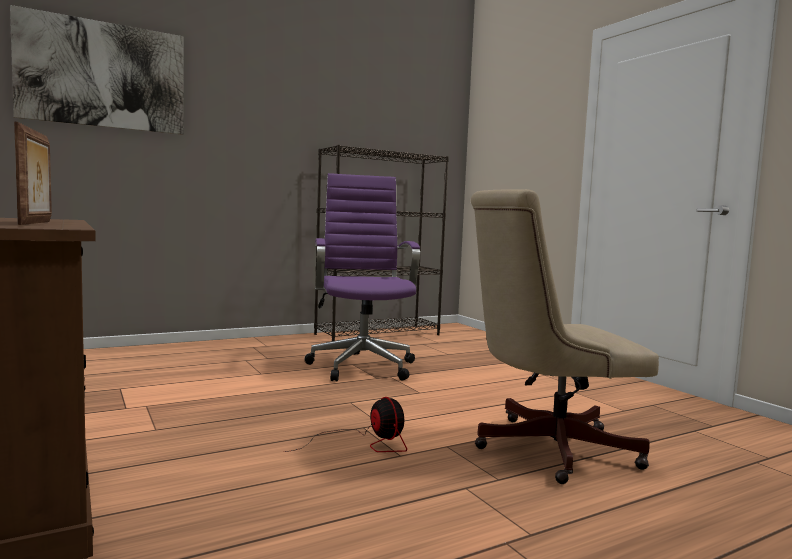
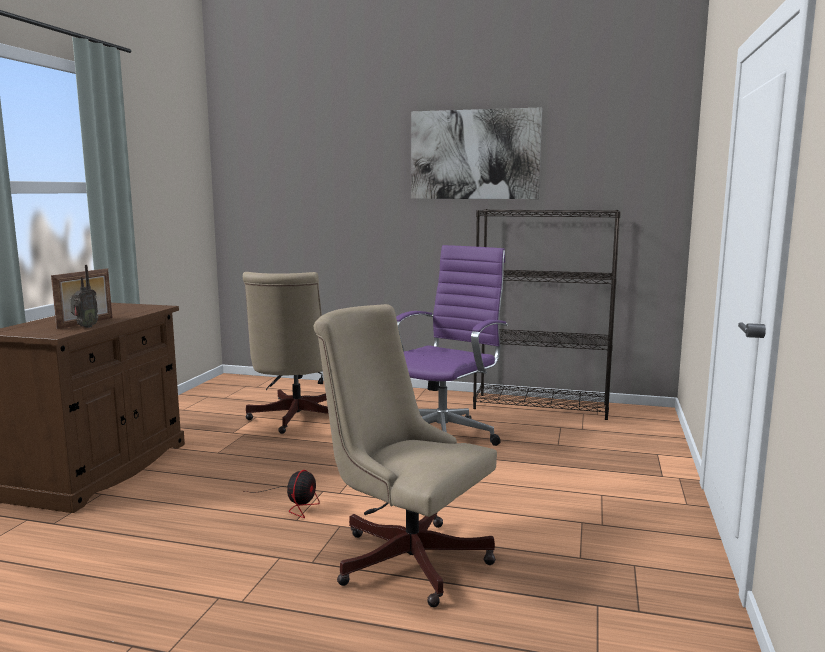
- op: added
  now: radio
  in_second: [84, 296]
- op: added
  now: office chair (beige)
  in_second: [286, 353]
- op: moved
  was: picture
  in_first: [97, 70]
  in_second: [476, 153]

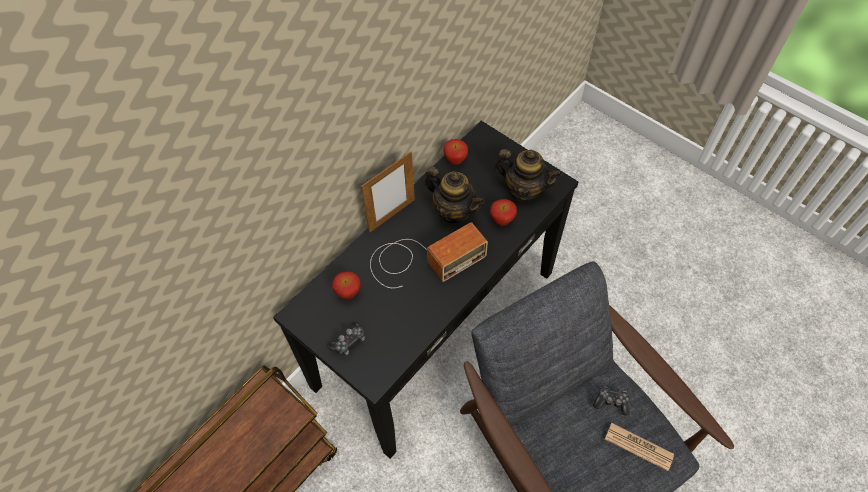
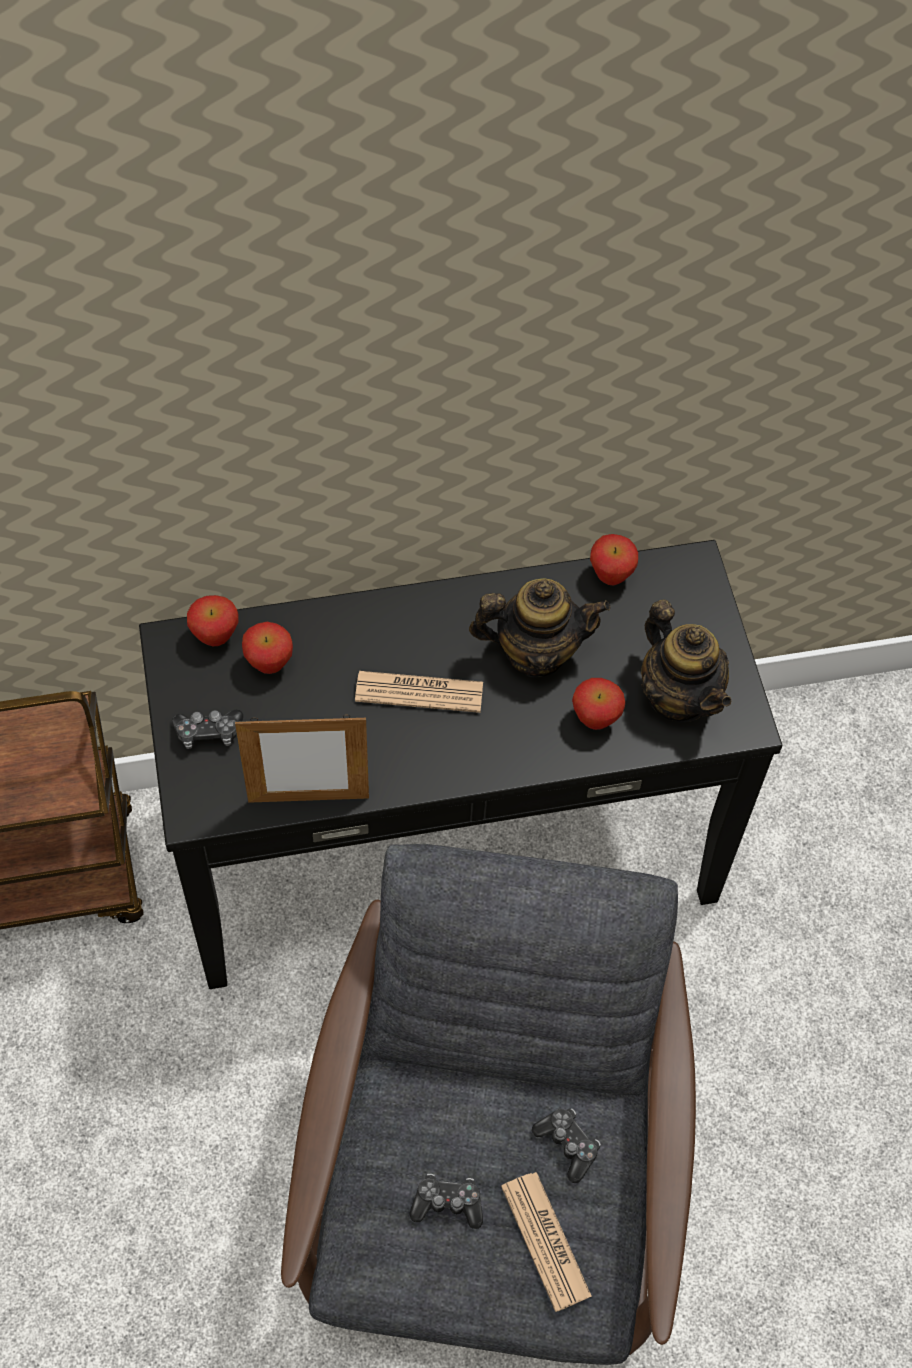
- op: added
  now: apple
  in_second: [213, 620]
- op: moved
  was: picture frame
  in_first: [388, 192]
  in_second: [302, 759]
- op: replaced
  was: radio
  now: newspaper
  in_first: [429, 255]
  in_second: [419, 692]
- op: added
  now: game controller
  in_second: [446, 1201]
- op: turned
  was: teapot
  in_first: [455, 194]
  in_second: [539, 628]
  clockwise: -75

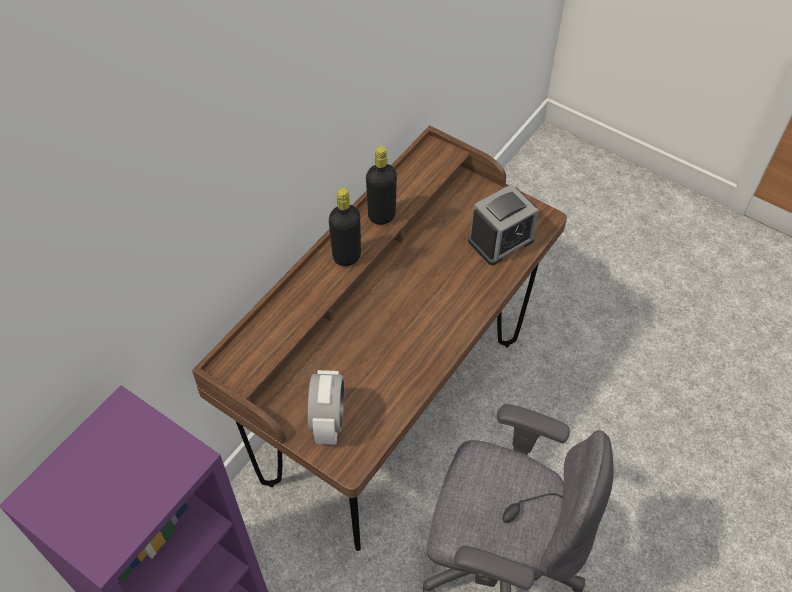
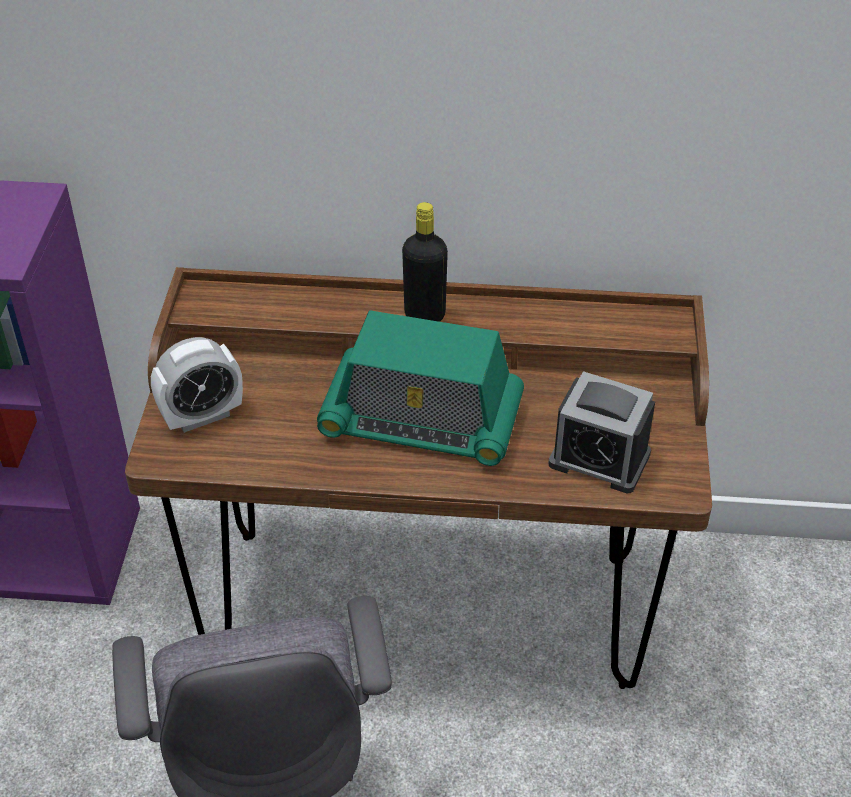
- op: added
  now: radio
  in_second: [420, 388]
- op: removed
  was: bottle (black)
  in_first: [381, 185]

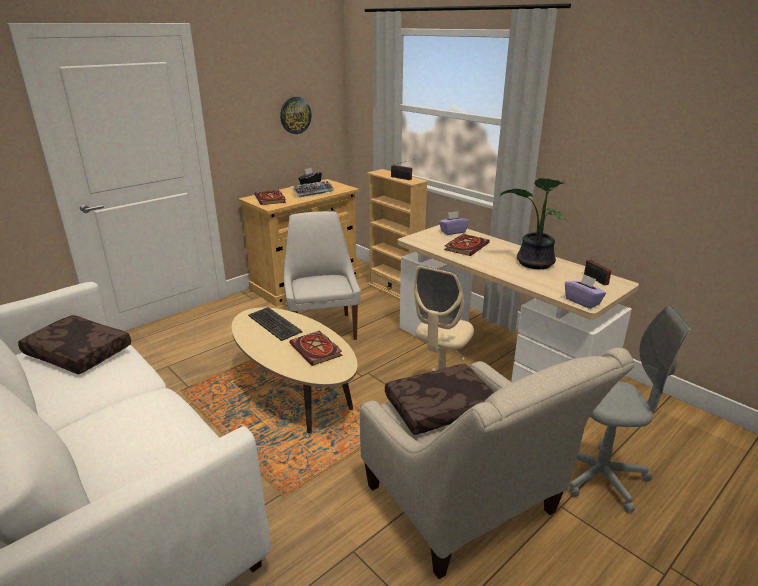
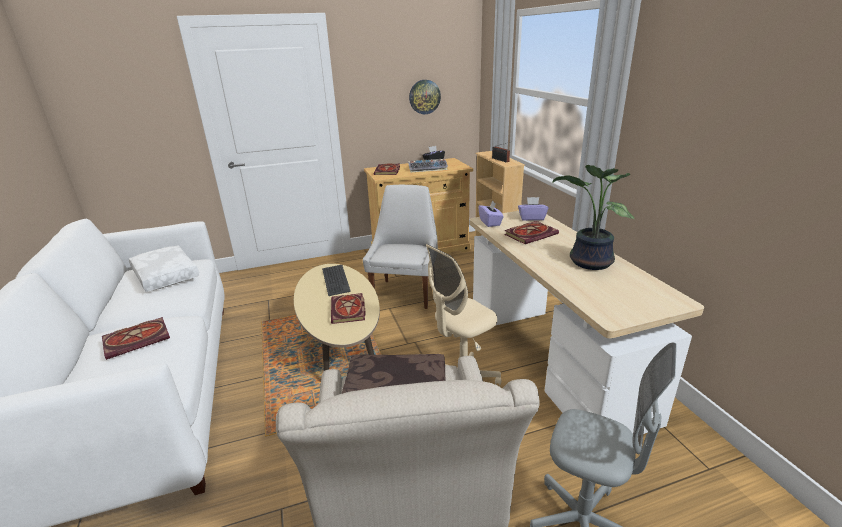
- op: added
  now: book
  in_second: [136, 338]
- op: recoloured
  was: pillow (brown)
  now: pillow (white)
  in_first: [74, 344]
  in_second: [164, 268]
- op: moved
  was: tissue box (purple)
  in_first: [585, 291]
  in_second: [491, 213]
- op: removed
  was: radio
  in_first: [600, 272]

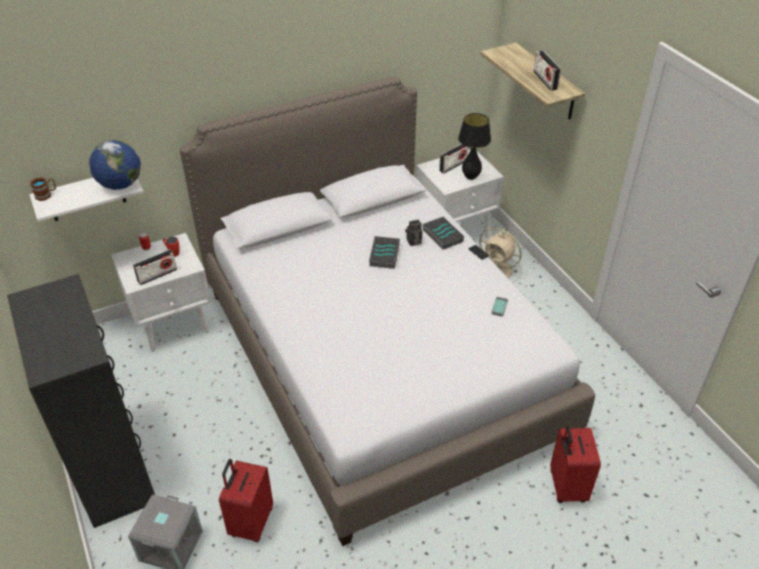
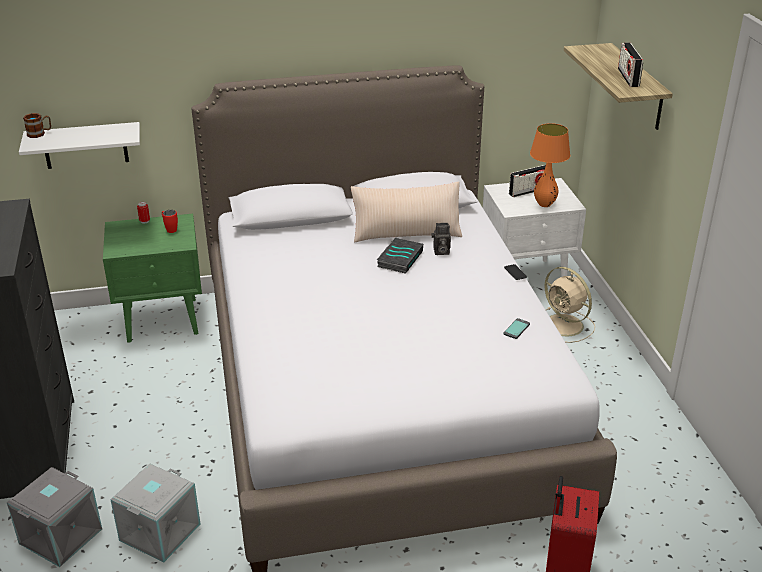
- op: recoloured
  was: nightstand (white)
  now: nightstand (green)
  in_first: [161, 292]
  in_second: [152, 278]
- op: replaced
  was: suitcase (red)
  now: storage box (grey)
  in_first: [246, 500]
  in_second: [155, 513]
- op: added
  now: pillow (beige)
  in_second: [406, 212]
- op: recoloured
  was: table lamp (black)
  now: table lamp (orange)
  in_first: [474, 146]
  in_second: [550, 165]
- op: removed
  was: globe
  in_first: [115, 165]
- op: removed
  was: radio
  in_first: [155, 267]
- op: removed
  was: book
  in_first: [443, 233]

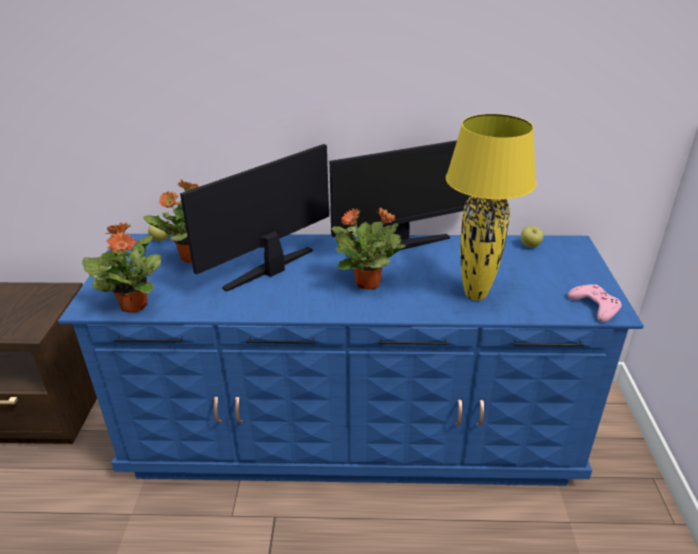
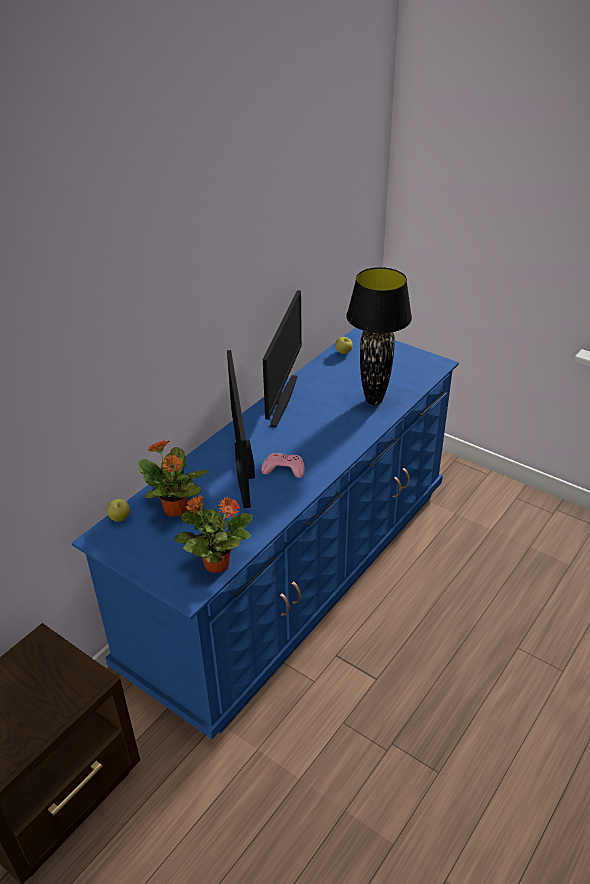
- op: moved
  was: game controller (pink)
  in_first: [595, 303]
  in_second: [283, 465]
- op: recoloured
  was: table lamp (yellow)
  now: table lamp (black)
  in_first: [491, 207]
  in_second: [379, 336]
- op: removed
  was: potted plant
  in_first: [368, 248]

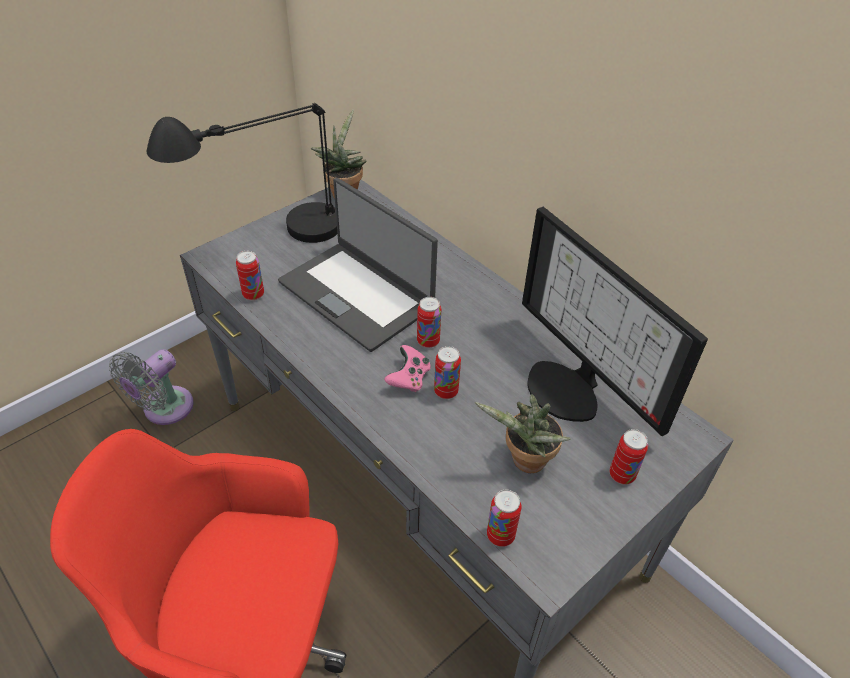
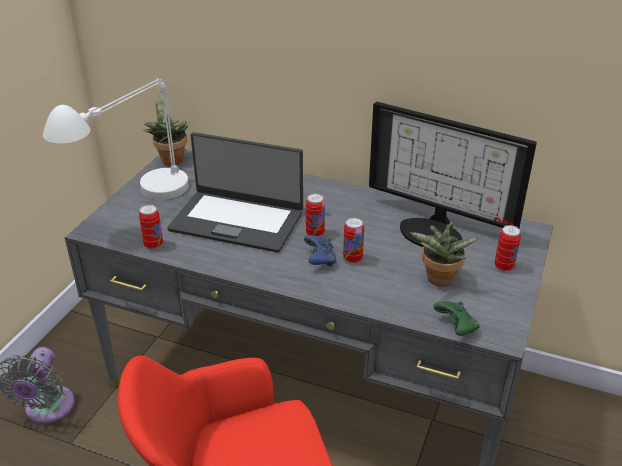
- op: recoloured
  was: table lamp (black)
  now: table lamp (white)
  in_first: [242, 173]
  in_second: [116, 139]
- op: recoloured
  was: game controller (pink)
  now: game controller (blue)
  in_first: [407, 369]
  in_second: [320, 250]
- op: replaced
  was: can
  now: game controller (green)
  in_first: [504, 518]
  in_second: [456, 318]

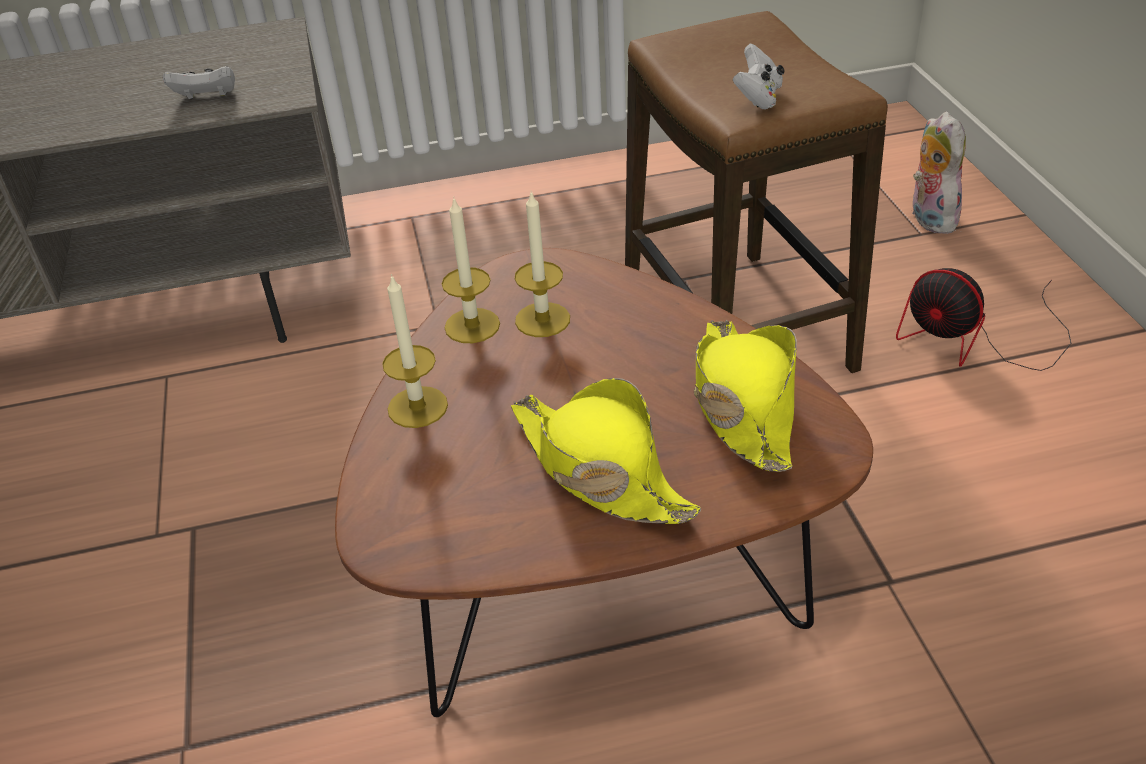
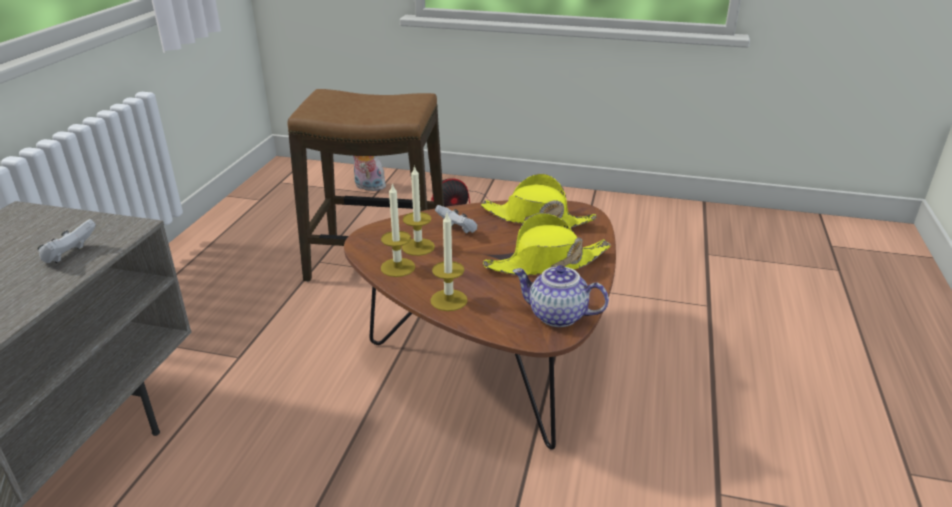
- op: moved
  was: game controller (white)
  in_first: [758, 76]
  in_second: [456, 219]
- op: added
  now: teapot
  in_second: [561, 296]

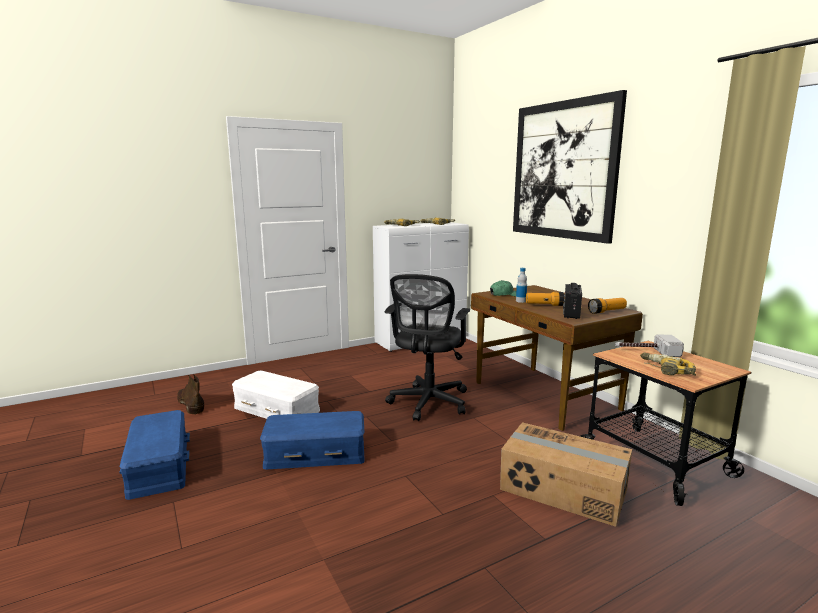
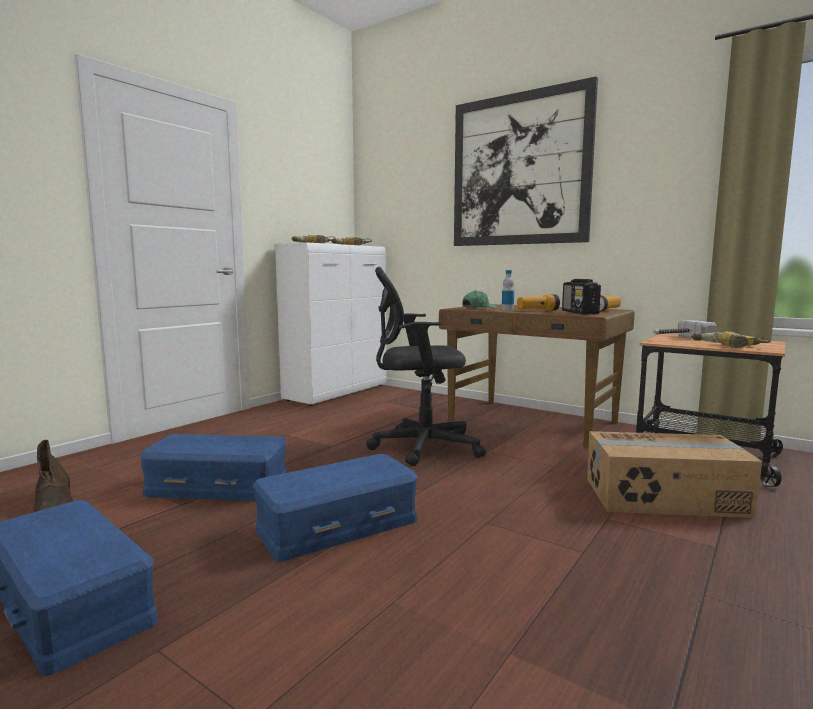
- op: turned
  was: boot (brown)
  in_first: [190, 394]
  in_second: [53, 476]
  clockwise: -150
- op: recoloured
  was: storage box (white)
  now: storage box (blue)
  in_first: [276, 395]
  in_second: [213, 467]
- op: turned
  was: office chair (black)
  in_first: [427, 347]
  in_second: [426, 366]
  clockwise: 90

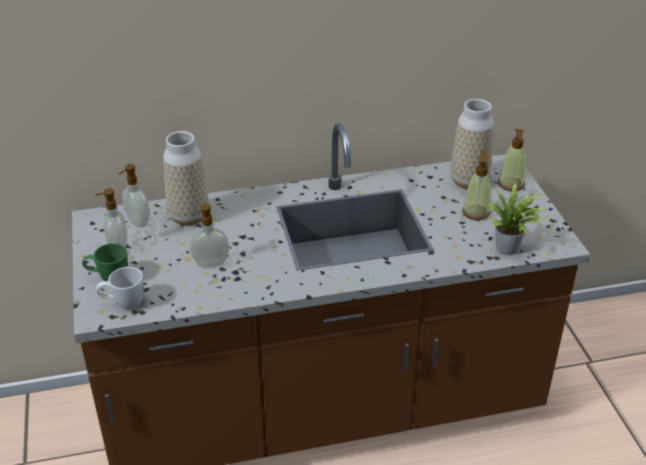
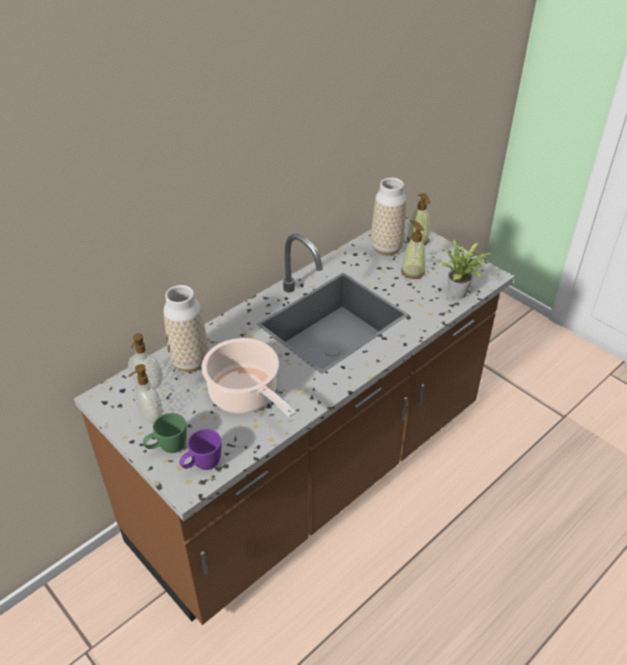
- op: recoloured
  was: mug (white)
  now: mug (purple)
  in_first: [119, 288]
  in_second: [200, 449]
- op: replaced
  was: soap dispenser
  now: cooking pot
  in_first: [210, 234]
  in_second: [248, 377]

